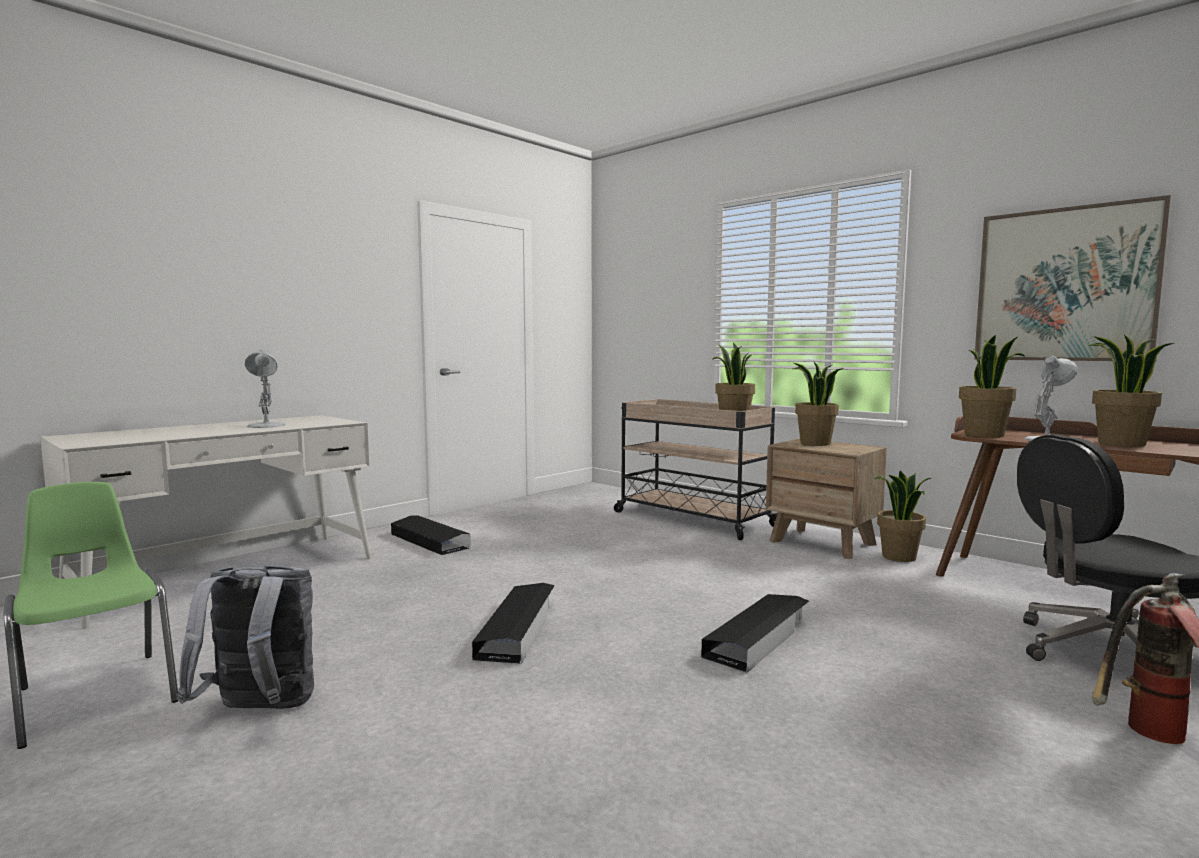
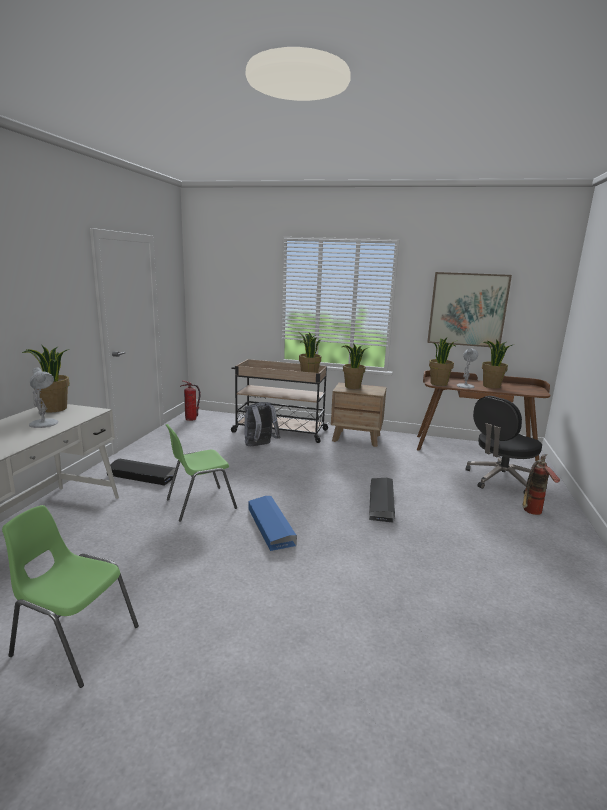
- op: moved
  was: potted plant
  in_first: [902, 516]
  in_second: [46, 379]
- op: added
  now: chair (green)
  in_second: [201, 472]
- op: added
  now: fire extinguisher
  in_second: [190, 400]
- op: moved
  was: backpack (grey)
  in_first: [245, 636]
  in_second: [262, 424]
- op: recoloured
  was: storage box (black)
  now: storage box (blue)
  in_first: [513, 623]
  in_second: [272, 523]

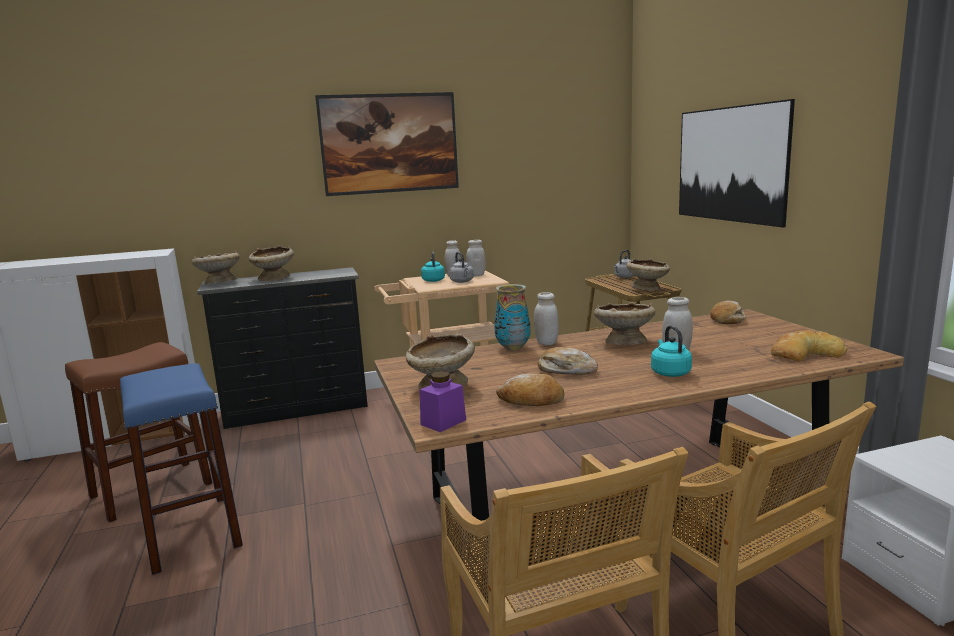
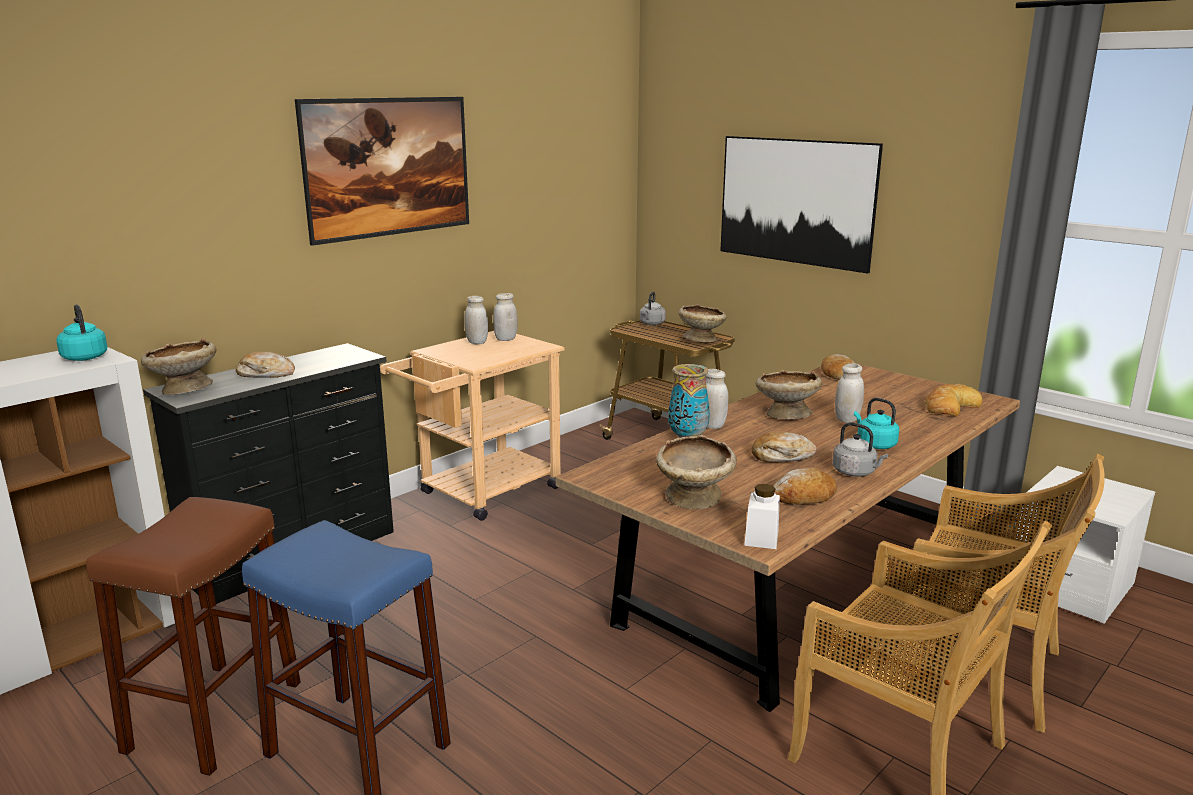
- op: moved
  was: kettle (turquoise)
  in_first: [433, 266]
  in_second: [81, 332]
- op: replaced
  was: bowl (beige)
  now: bread
  in_first: [271, 263]
  in_second: [265, 365]
- op: recoloured
  was: jar (purple)
  now: jar (white)
  in_first: [443, 401]
  in_second: [762, 516]
- op: moved
  was: kettle (grey)
  in_first: [461, 267]
  in_second: [860, 449]

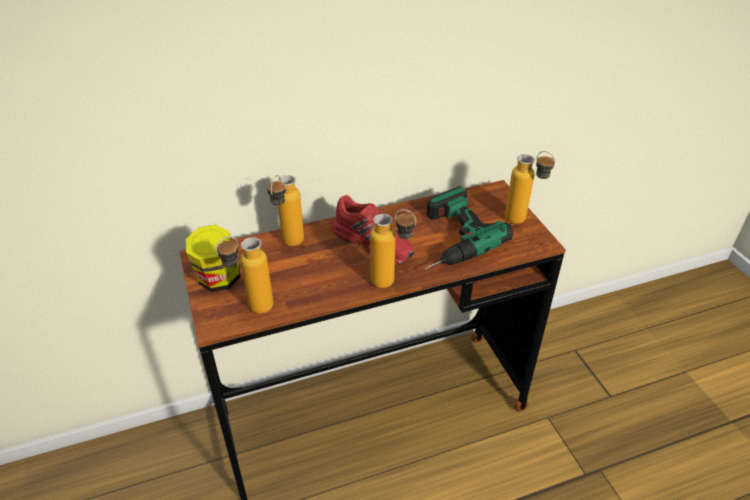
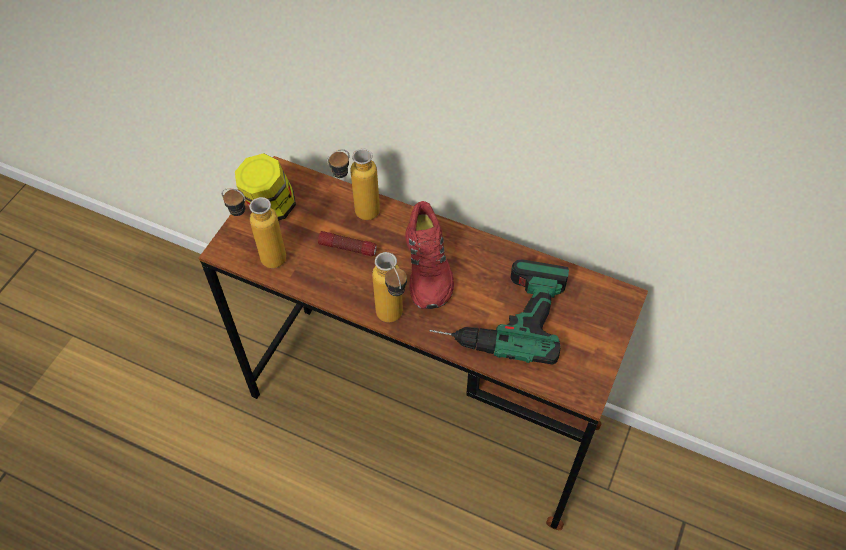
- op: added
  now: flashlight
  in_second: [347, 244]
- op: removed
  was: bottle
  in_first: [530, 187]

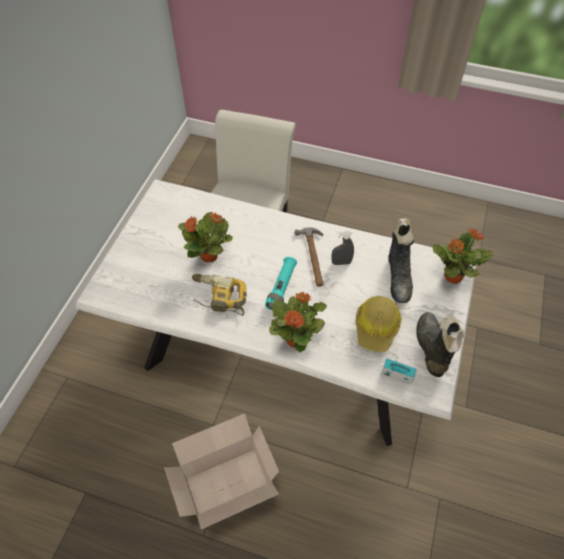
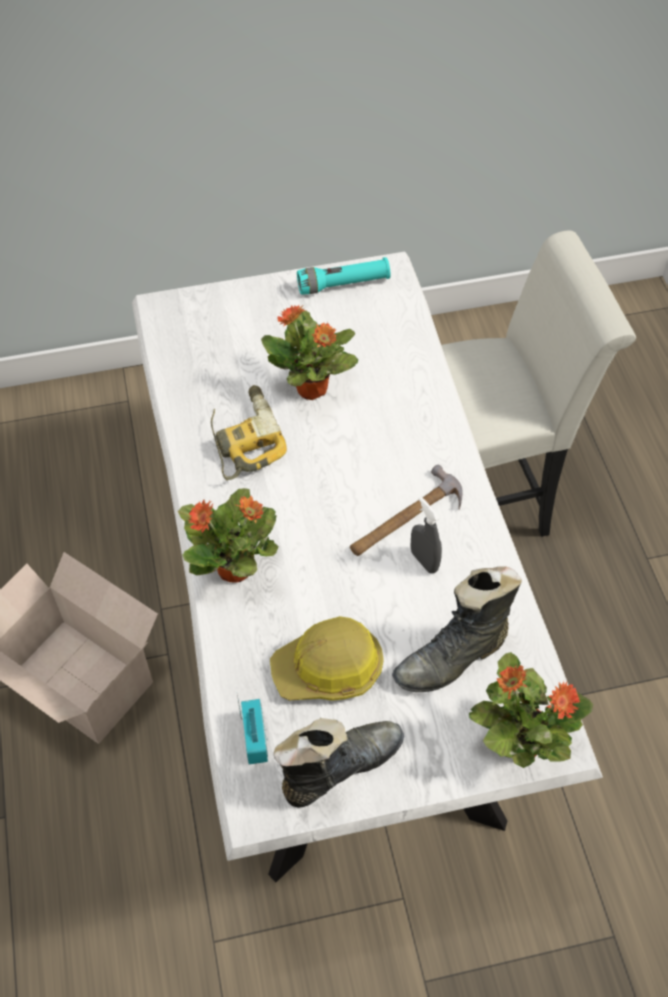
- op: moved
  was: flashlight (turquoise)
  in_first: [281, 284]
  in_second: [343, 276]

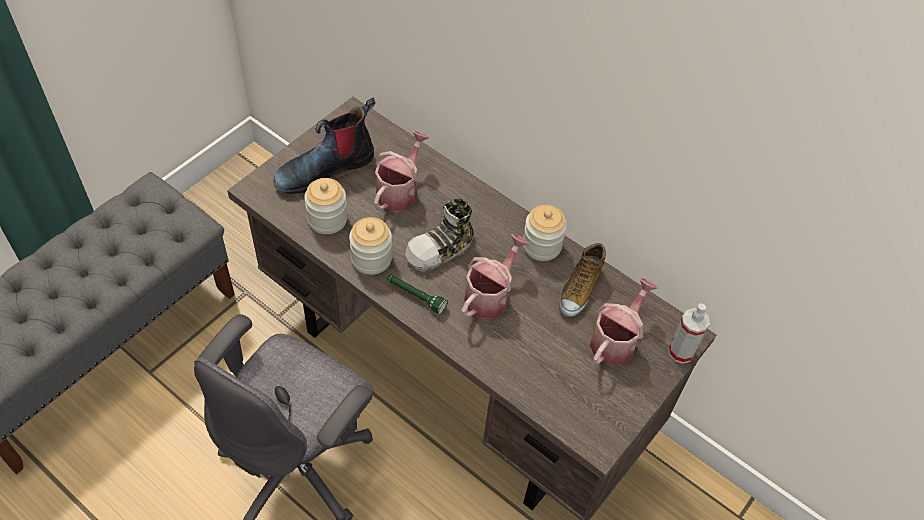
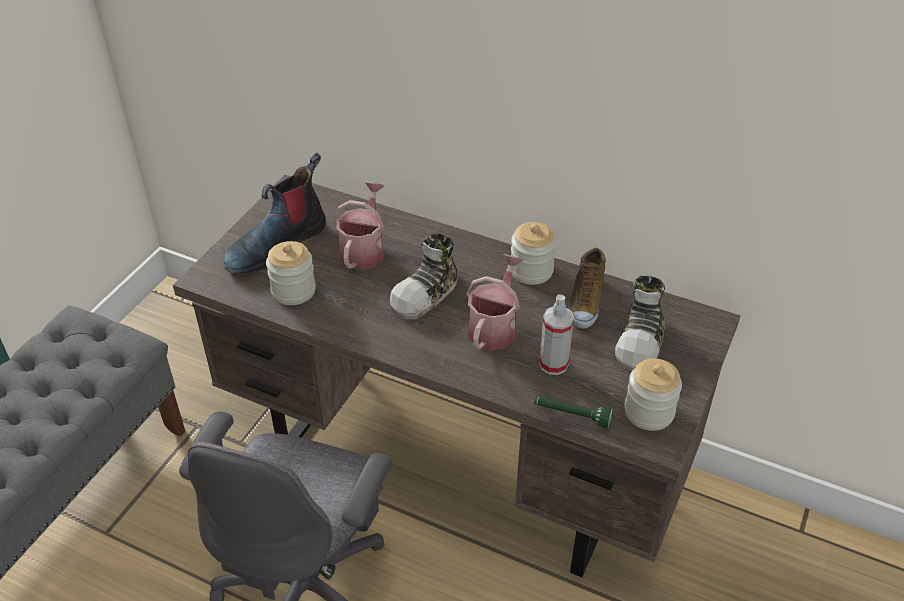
- op: moved
  was: flashlight (green)
  in_first: [417, 294]
  in_second: [574, 412]
- op: moved
  was: spray bottle
  in_first: [689, 333]
  in_second: [556, 334]
- op: replaced
  was: watering can
  now: shoe
  in_first: [623, 321]
  in_second: [640, 323]
- op: moved
  was: jar
  in_first: [370, 246]
  in_second: [653, 395]

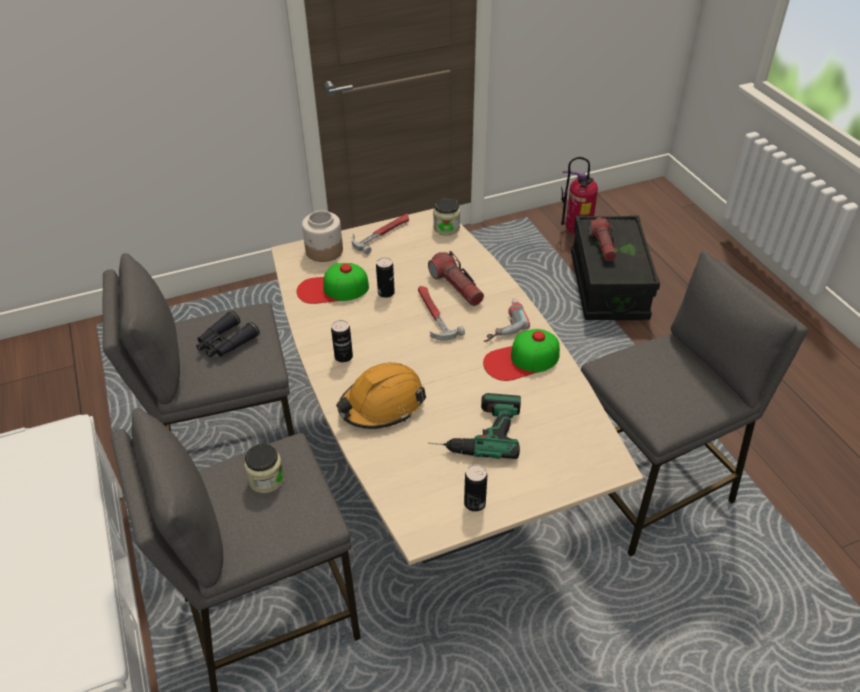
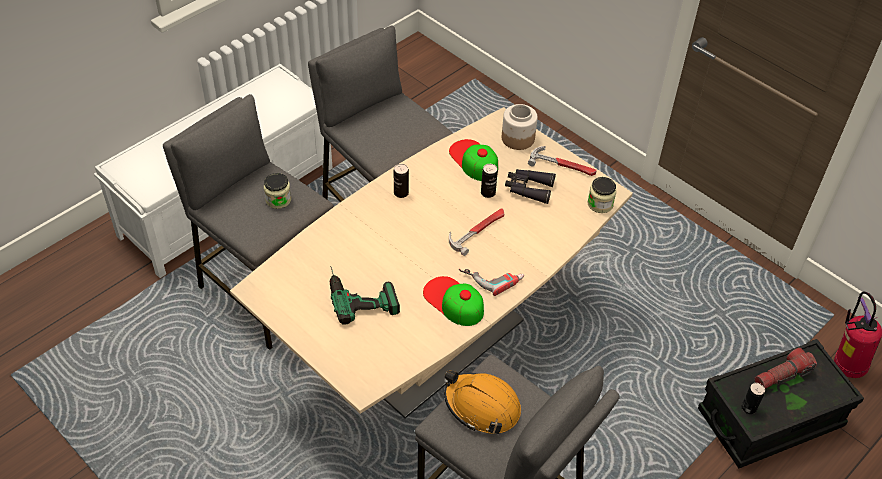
- op: moved
  was: hard hat (orange)
  in_first: [381, 395]
  in_second: [482, 402]
- op: moved
  was: binoculars (black)
  in_first: [228, 333]
  in_second: [530, 186]
- op: moved
  was: can
  in_first: [475, 488]
  in_second: [753, 398]
- op: removed
  was: flashlight
  in_first: [456, 278]

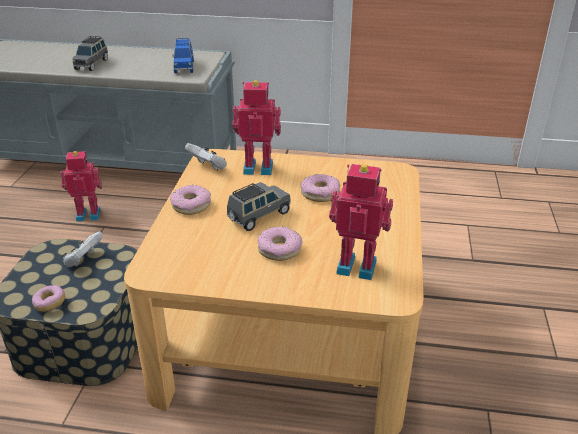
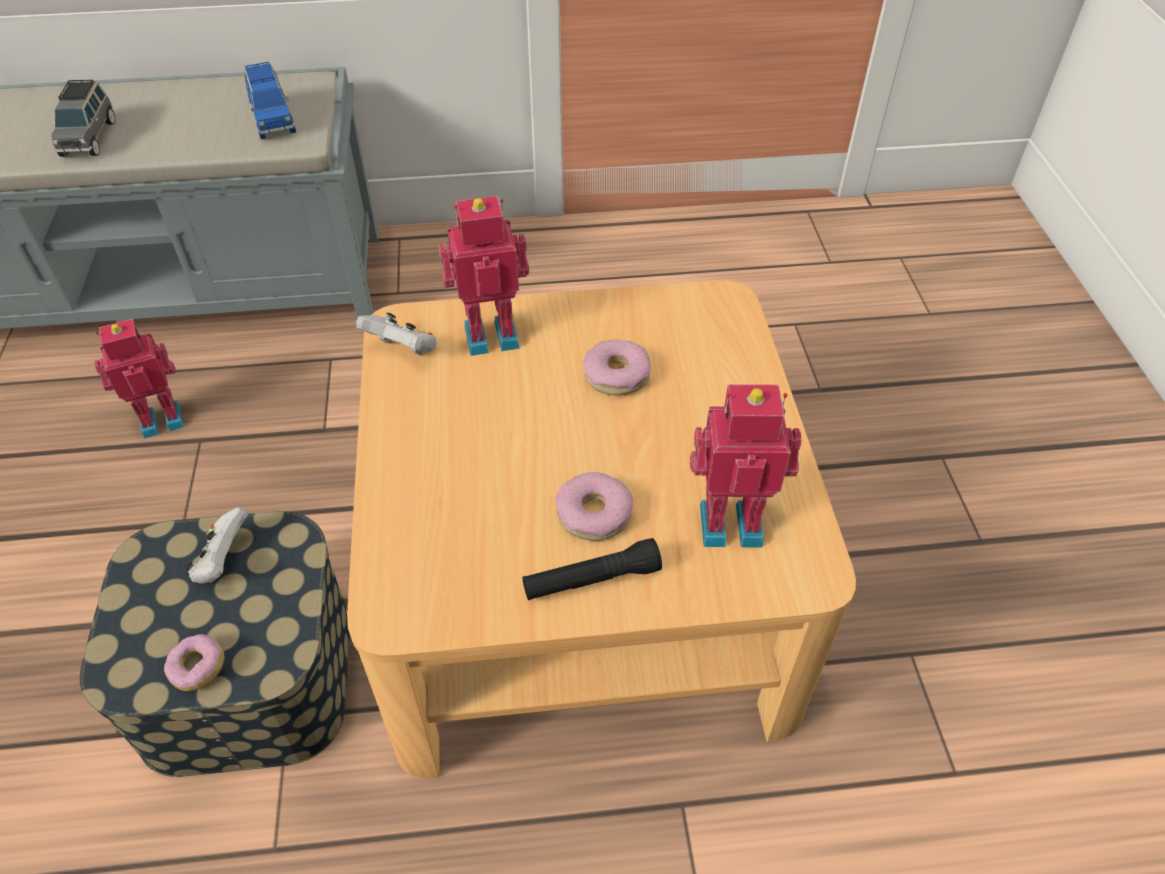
- op: added
  now: flashlight (black)
  in_second: [592, 569]
- op: removed
  was: donut
  in_first: [190, 200]
- op: removed
  was: toy car (grey)
  in_first: [259, 206]

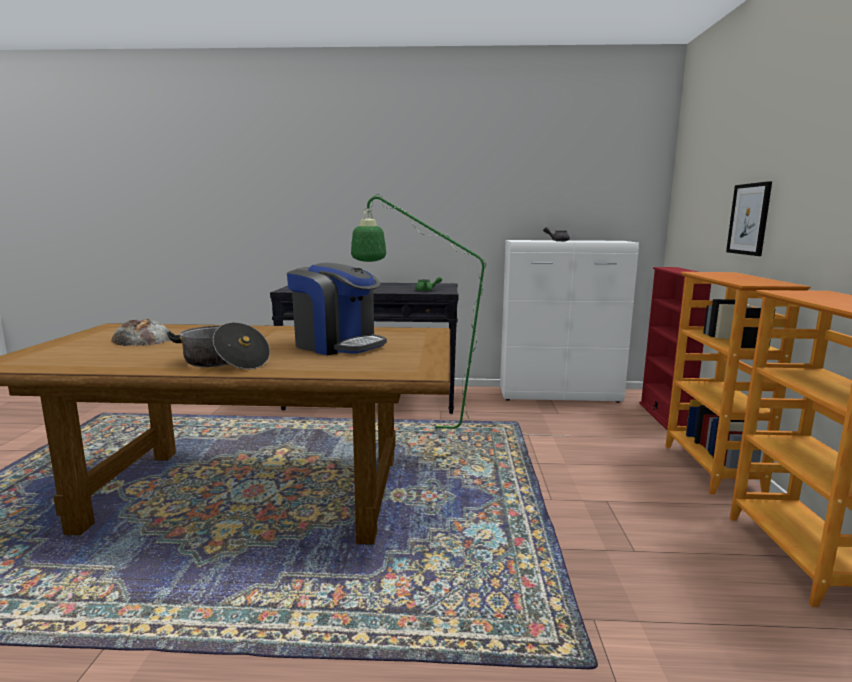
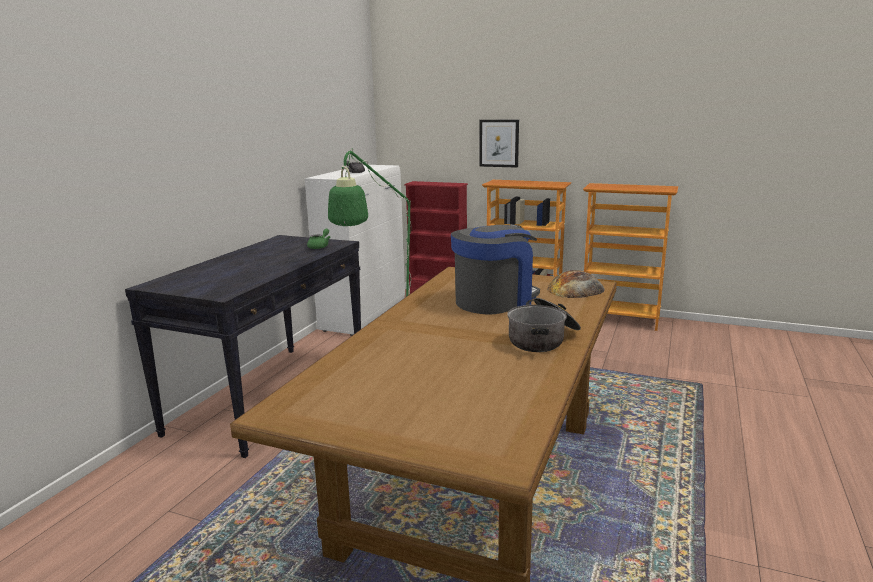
- op: moved
  was: bread
  in_first: [141, 332]
  in_second: [576, 284]

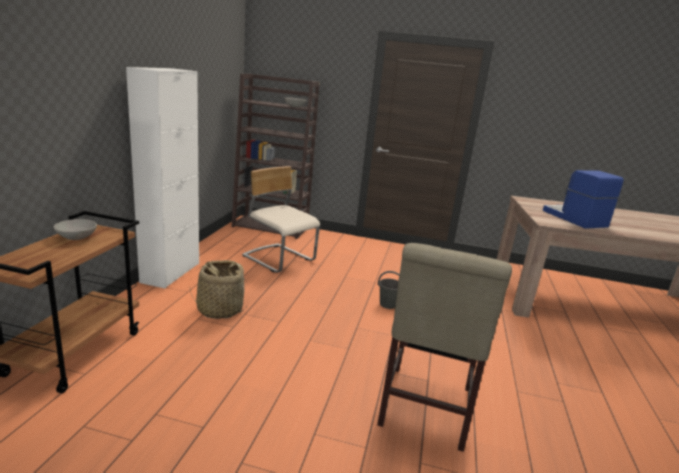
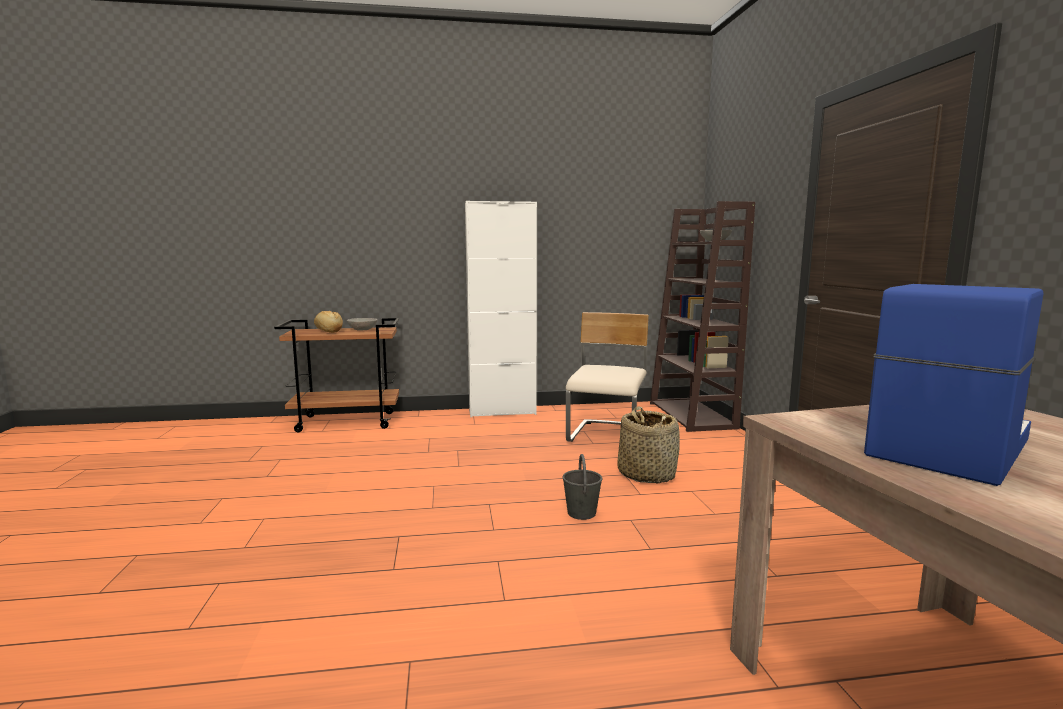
- op: added
  now: bread
  in_second: [328, 322]
- op: moved
  was: basket
  in_first: [219, 289]
  in_second: [648, 444]
- op: removed
  was: chair (beige)
  in_first: [444, 347]

